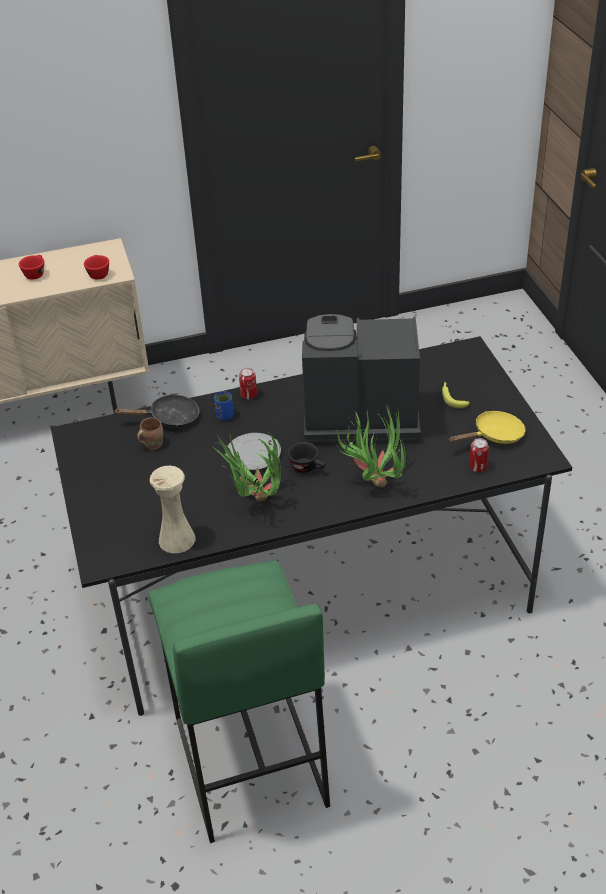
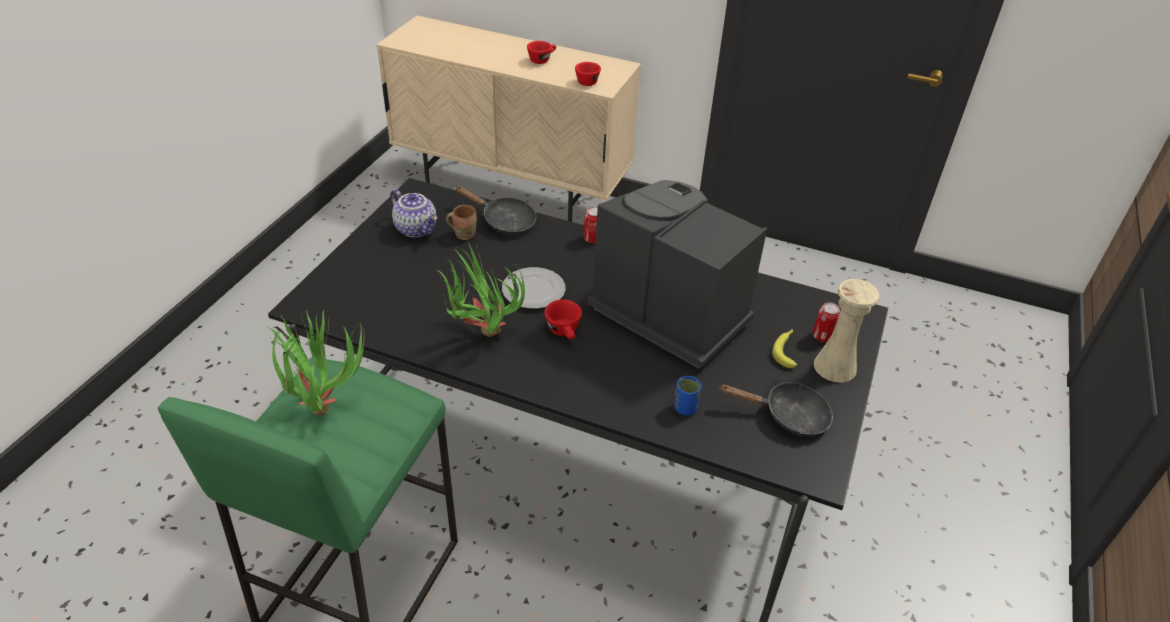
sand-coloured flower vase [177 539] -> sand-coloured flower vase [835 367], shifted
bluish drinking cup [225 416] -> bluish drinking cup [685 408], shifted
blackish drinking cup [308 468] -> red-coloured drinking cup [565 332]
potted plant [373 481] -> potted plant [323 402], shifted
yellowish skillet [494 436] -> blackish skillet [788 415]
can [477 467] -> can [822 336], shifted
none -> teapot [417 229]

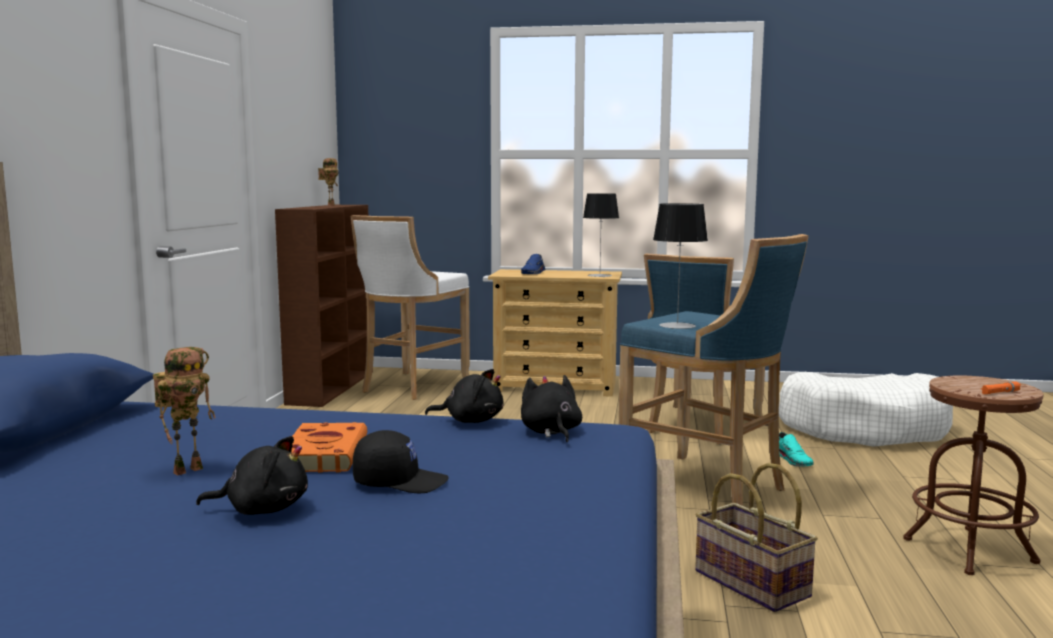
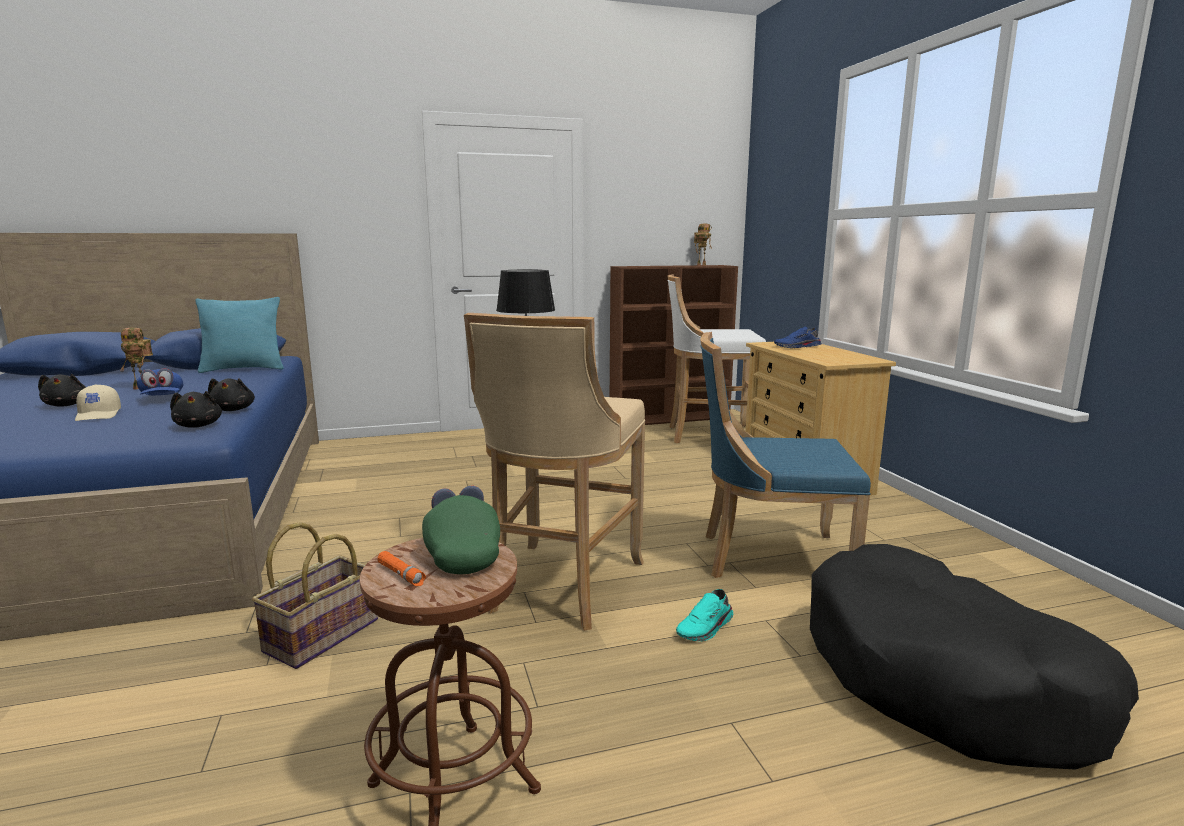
orangey bound book [325 453] -> bluish baseball cap [162 399]
blackish baseball cap [400 482] -> sand-coloured baseball cap [99 415]
blackish cuddly toy [551 432] -> blackish cuddly toy [198 426], 105 degrees clockwise
lamp for a table [599 275] -> none
bluish stool seat [708 487] -> sand-coloured stool seat [561 587]
white-coloured dog cushion [866 429] -> blackish dog cushion [945 679]
none -> blue-green cushion [244 369]
none -> green-coloured baseball cap [462 553]

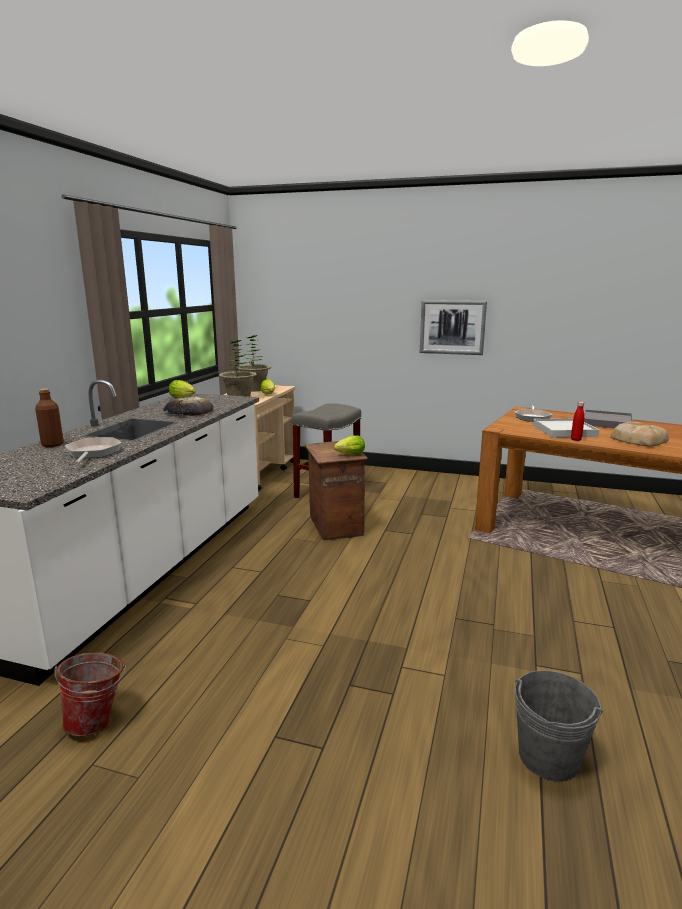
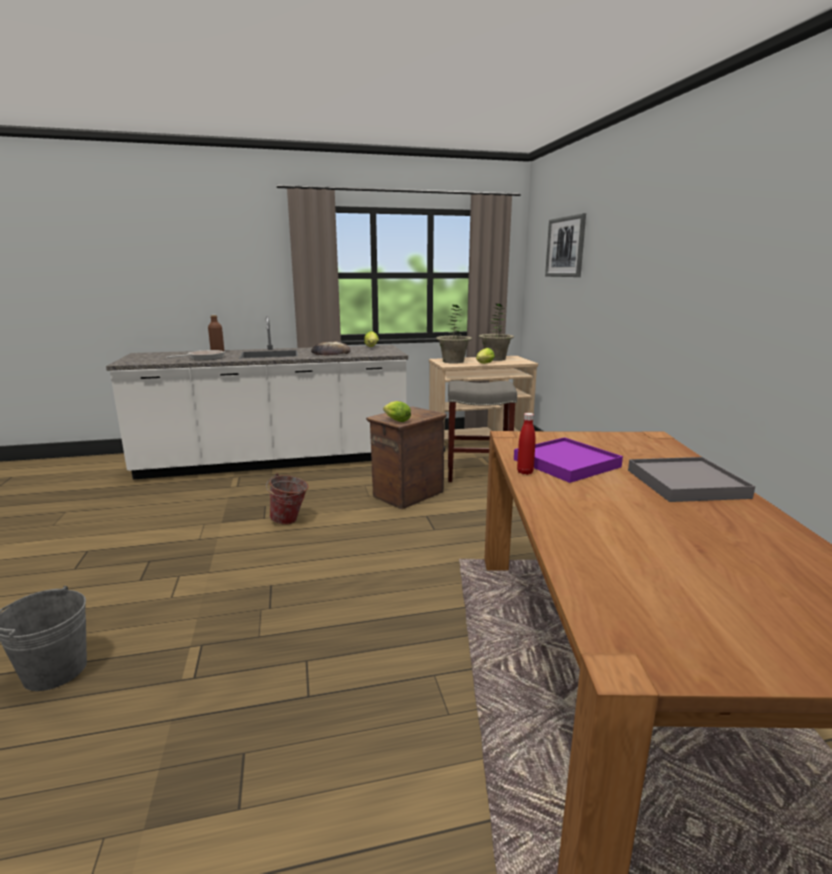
bucket [98 721] -> bucket [290 521], shifted
wall picture [452 327] -> wall picture [565 247], shifted
skillet [532 417] -> none
white-coloured serving tray [564 431] -> purple-coloured serving tray [566 463]
baked bread [637 439] -> none

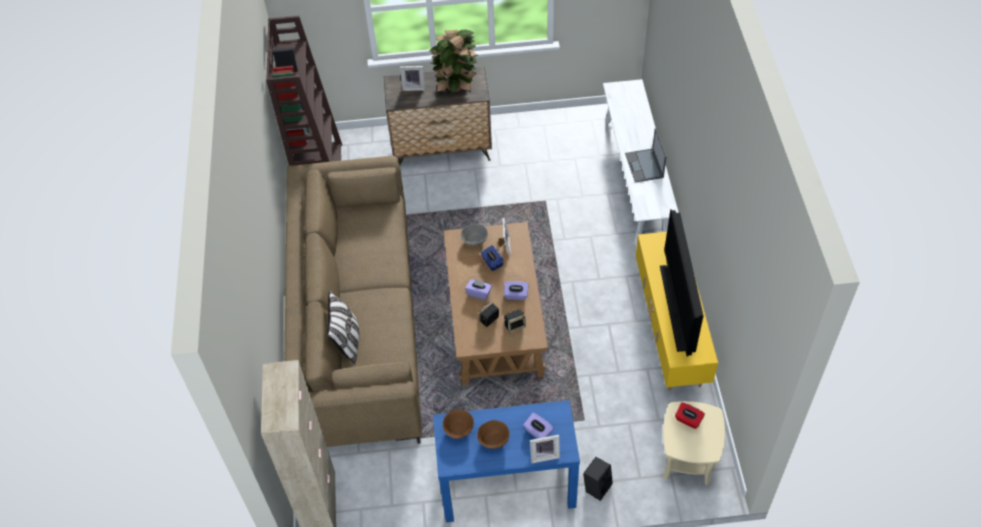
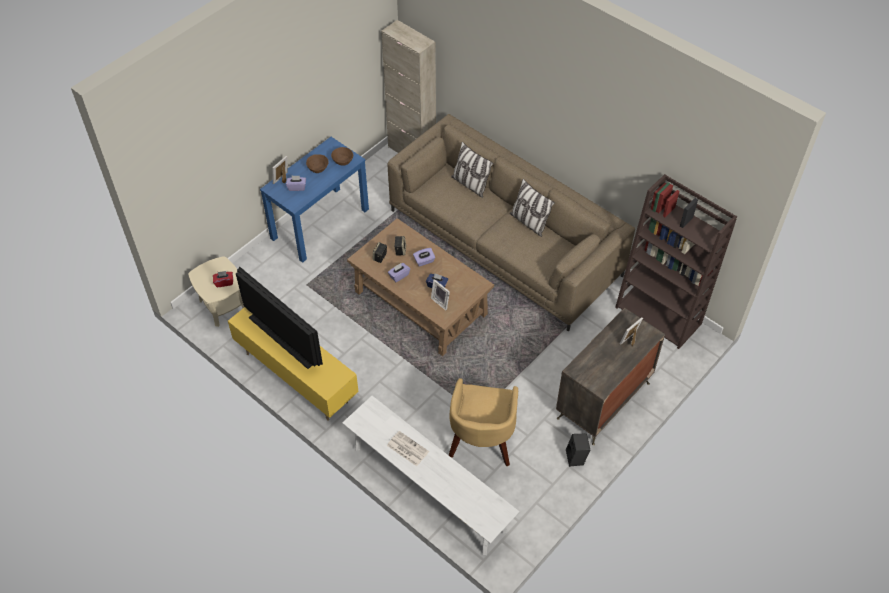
potted plant [456 87] -> none
gray serving bowl [475 240] -> none
blackish loudspeaker [597 486] -> blackish loudspeaker [576 458], shifted
notebook computer [644 166] -> newspaper [407 448]
none -> yellowish armchair [481 441]
none -> cushion [529 222]

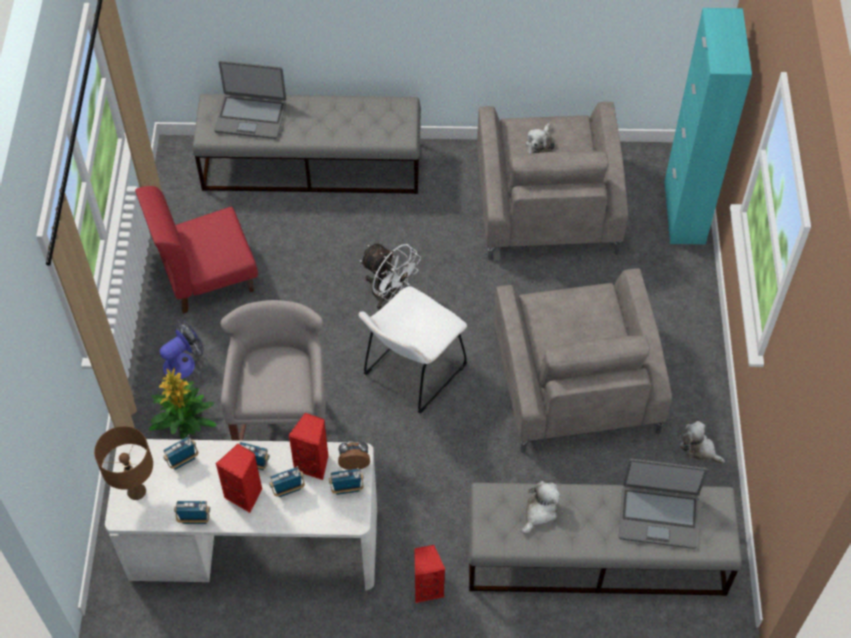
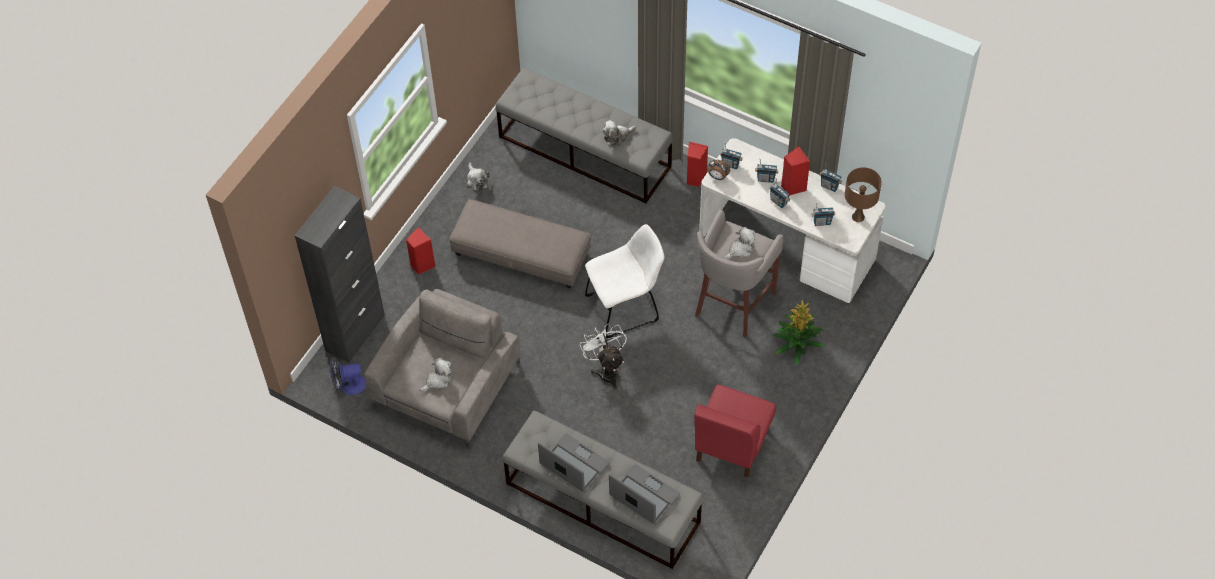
red-coloured chair [207 277] -> red-coloured chair [731 444], 105 degrees clockwise
fan [184 362] -> fan [348 385], shifted
red-coloured loudspeaker [314 464] -> red-coloured loudspeaker [422 265], shifted
gray armchair [575 380] -> gray pouffe [521 253]
notebook computer [658 516] -> notebook computer [574 465], shifted
blue-green storage cabinet [684 212] -> blackish storage cabinet [355 332]
none -> cuddly toy [740 249]

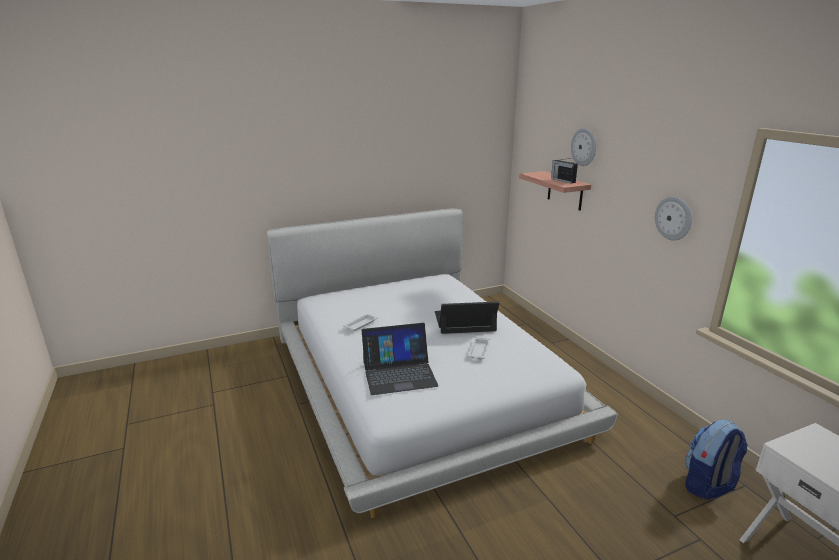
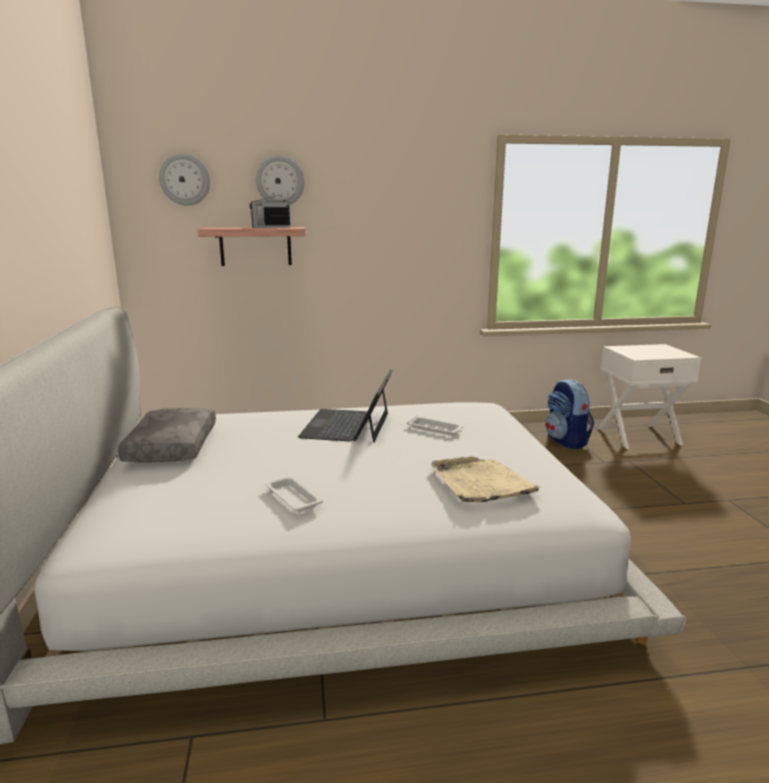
notebook computer [399 373] -> sand-coloured serving tray [481 483]
wall clock [673 218] -> wall clock [185 179], shifted
none -> gray cushion [170 446]

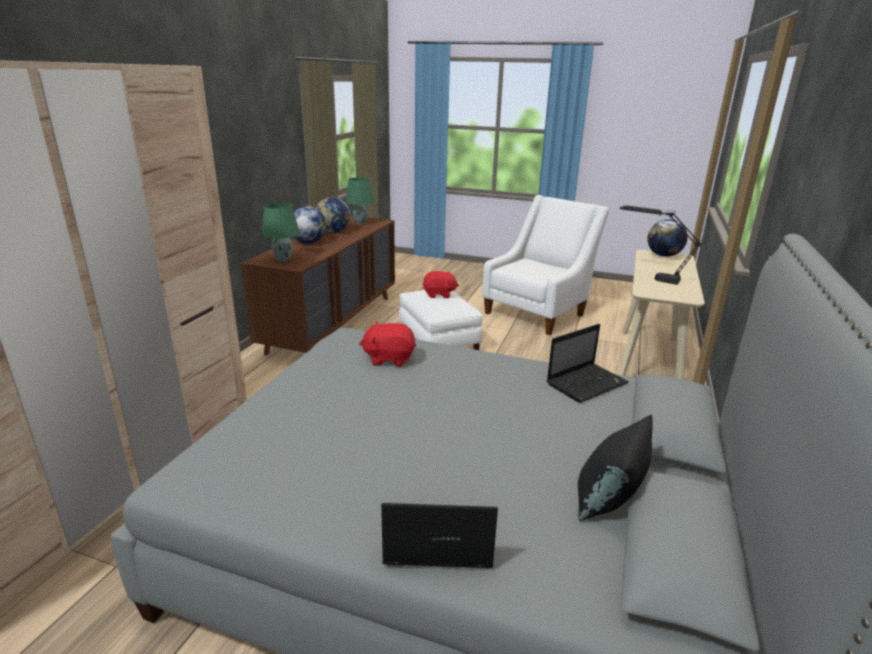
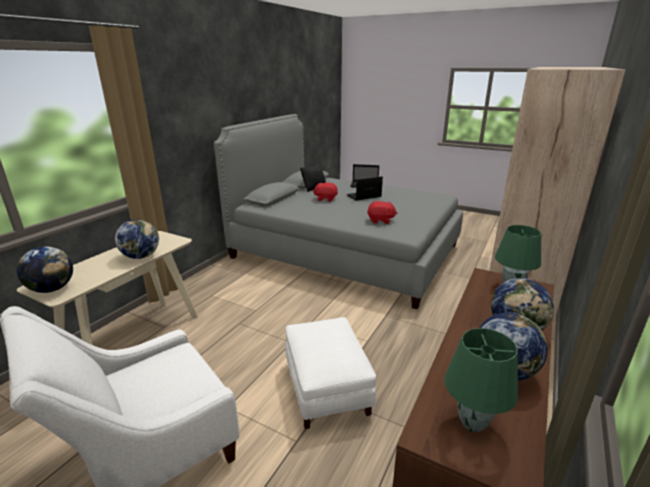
red-coloured cuddly toy [439 295] -> red-coloured cuddly toy [326 199], shifted
notebook computer [587 383] -> notebook computer [363 196], shifted
blackish lamp for a table [650 277] -> world globe [141 256]

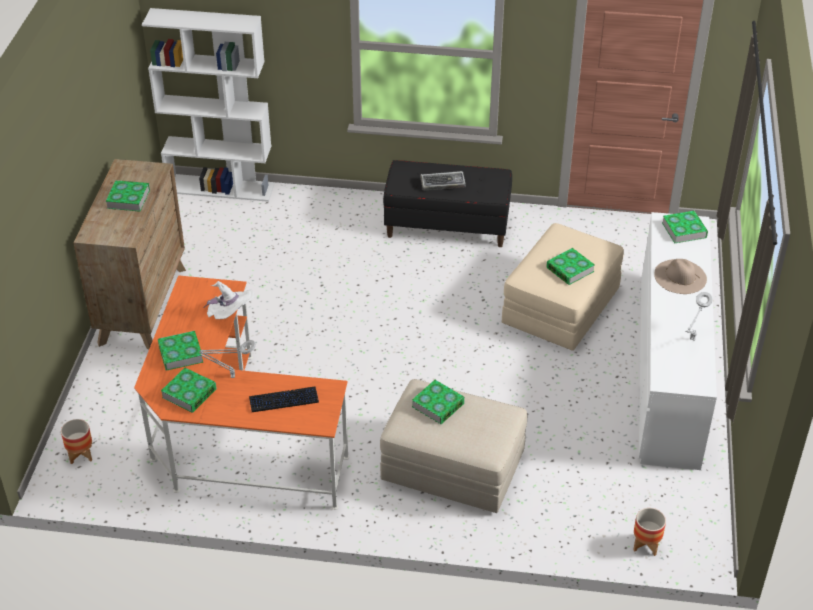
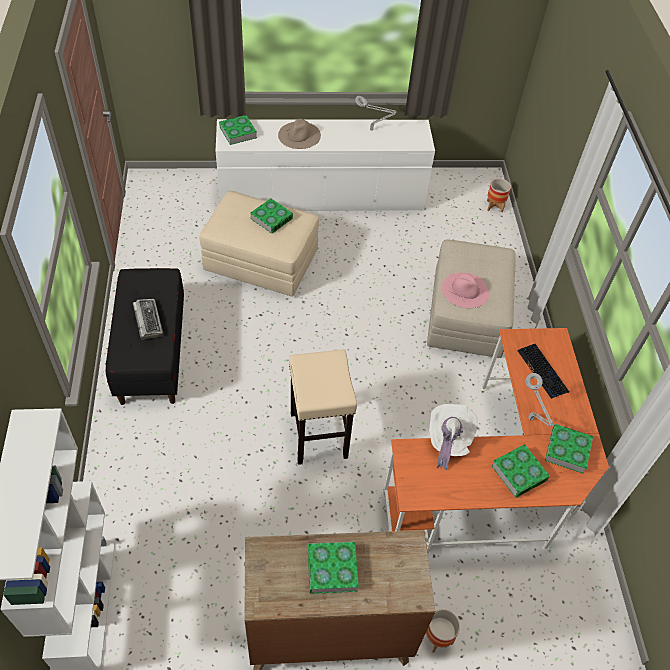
flower pot [81 454] -> flower pot [437 637], shifted
bound book [438 405] -> pink-coloured hat [465 290]
none -> sand-coloured stool seat [318 434]

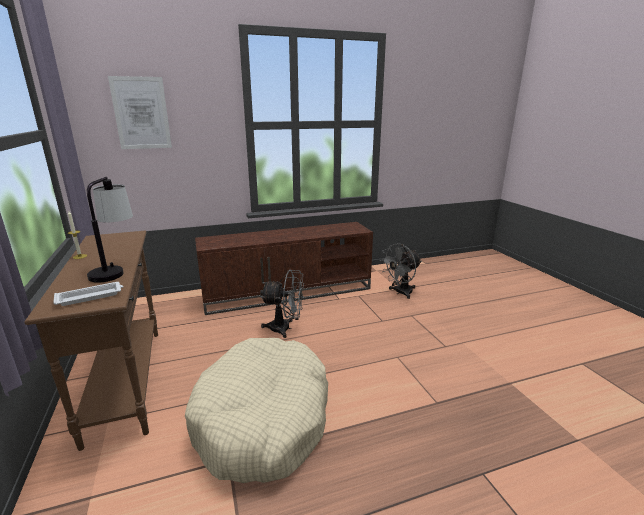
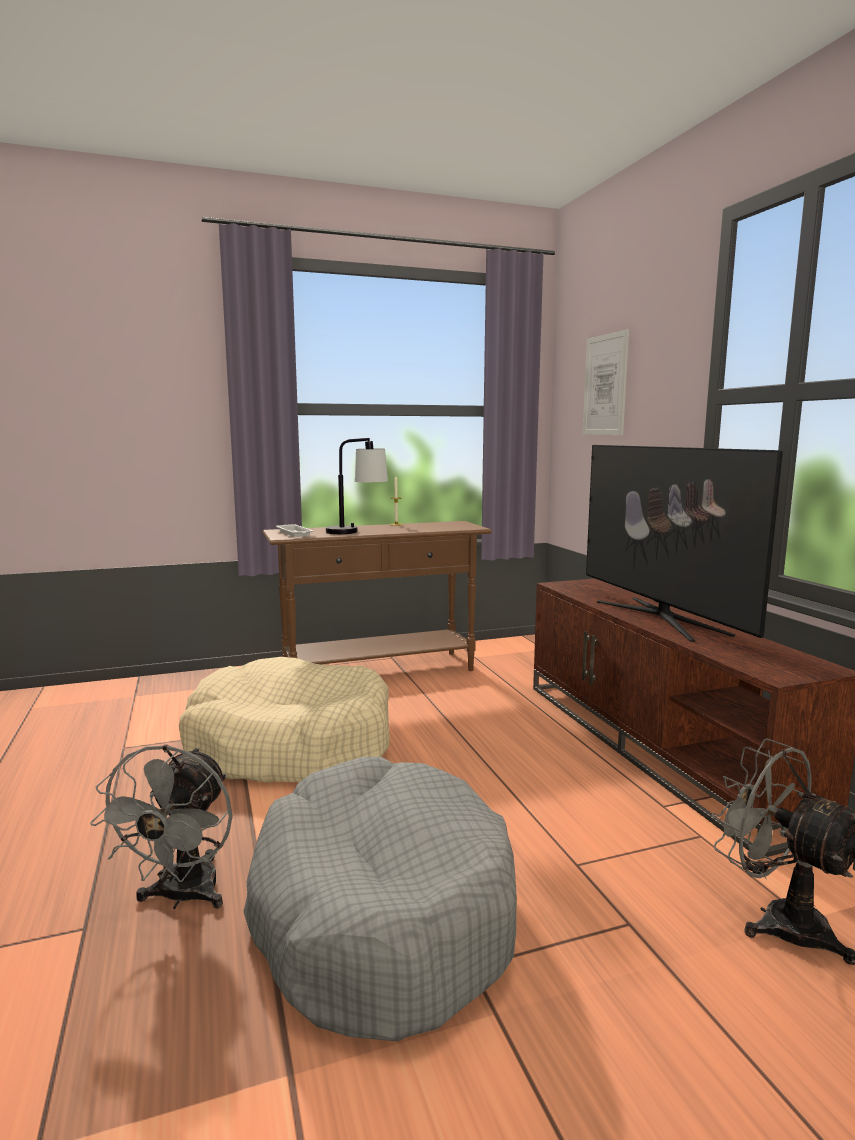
gray fan [285 328] -> gray fan [182 897], shifted
none -> gray dog cushion [380 912]
none -> TV [660 617]

